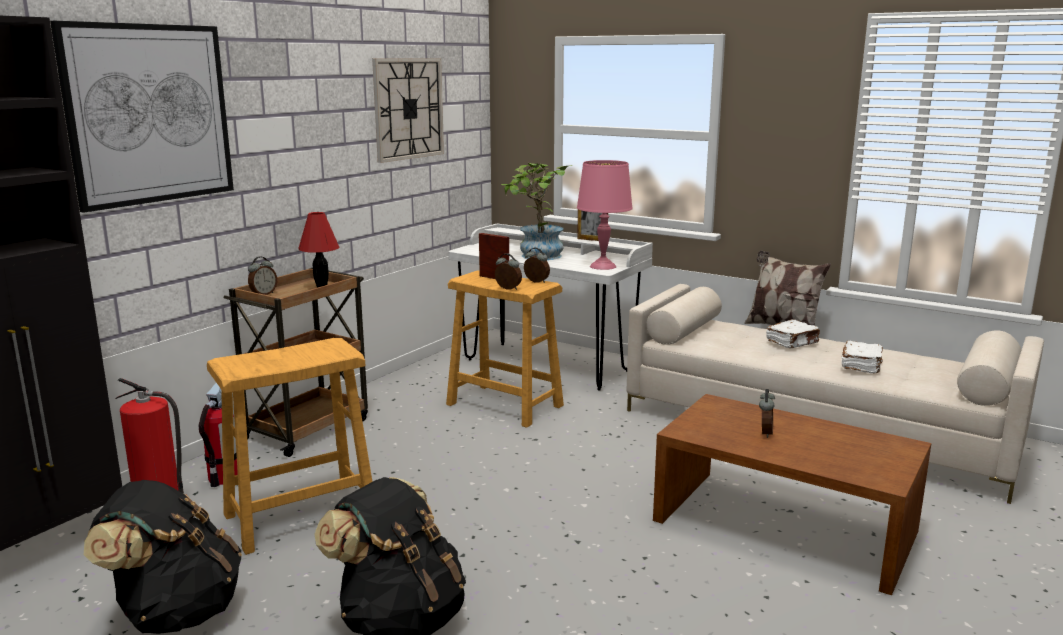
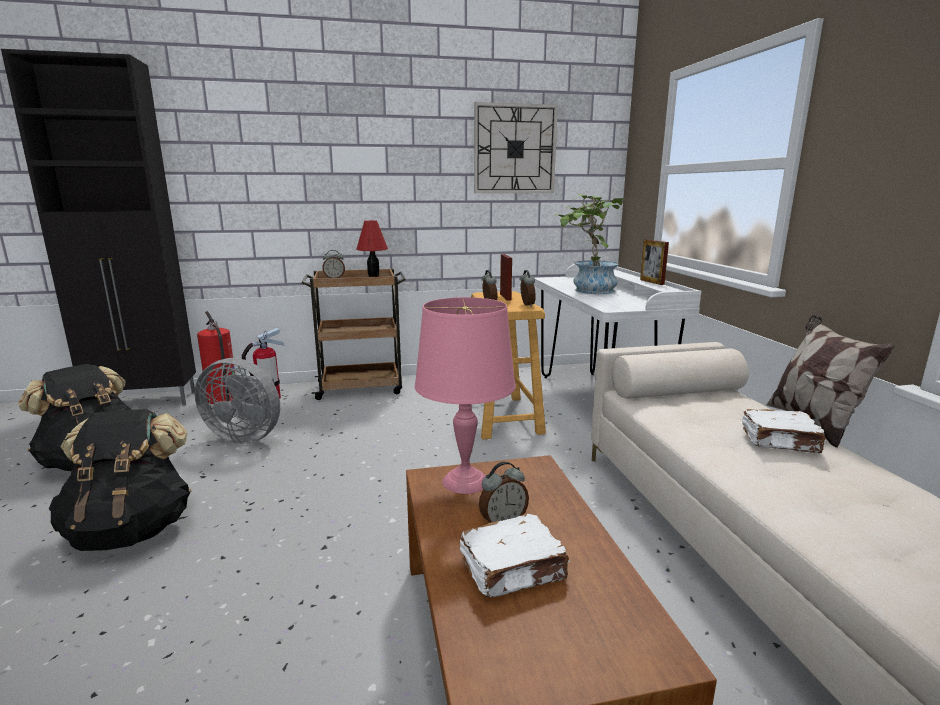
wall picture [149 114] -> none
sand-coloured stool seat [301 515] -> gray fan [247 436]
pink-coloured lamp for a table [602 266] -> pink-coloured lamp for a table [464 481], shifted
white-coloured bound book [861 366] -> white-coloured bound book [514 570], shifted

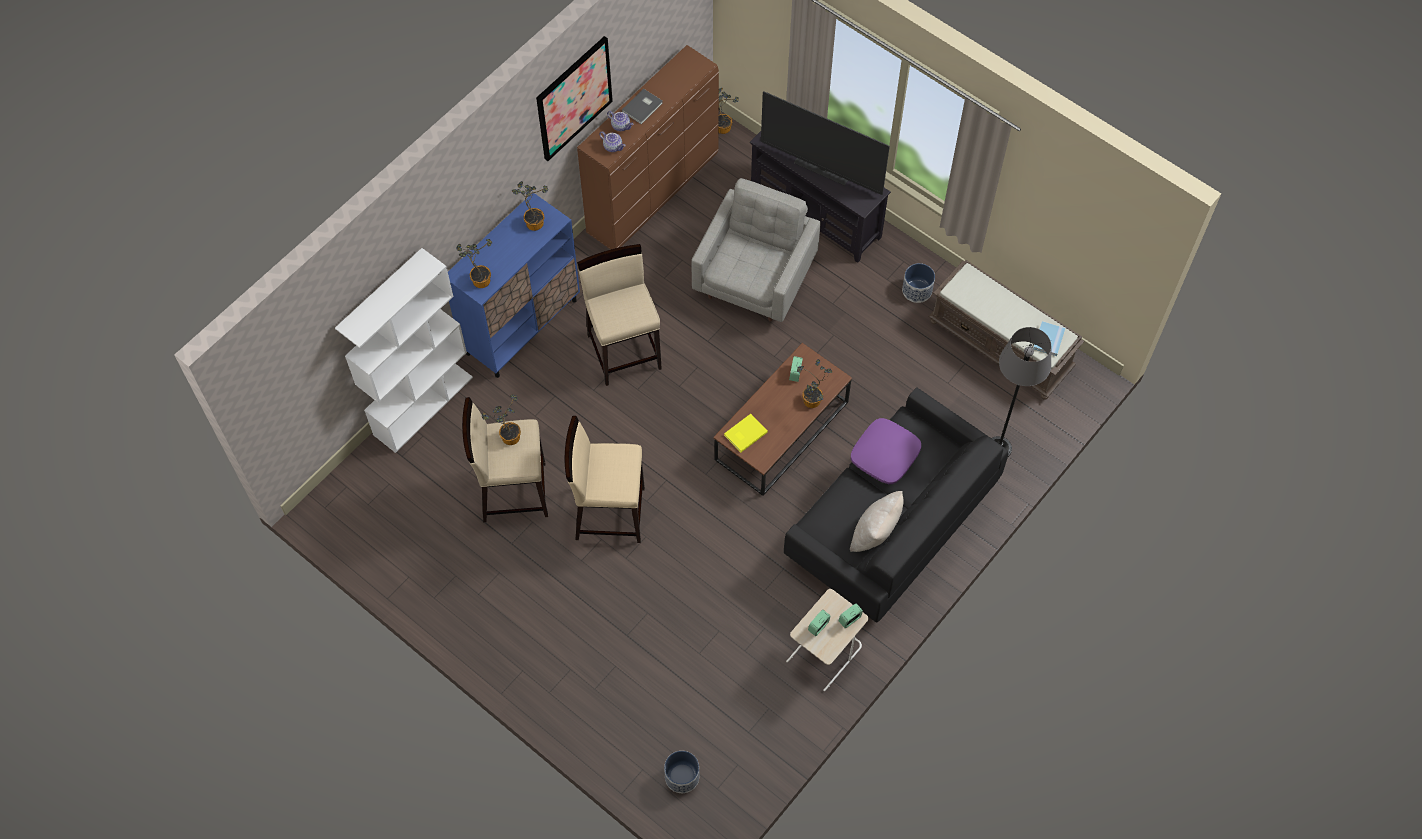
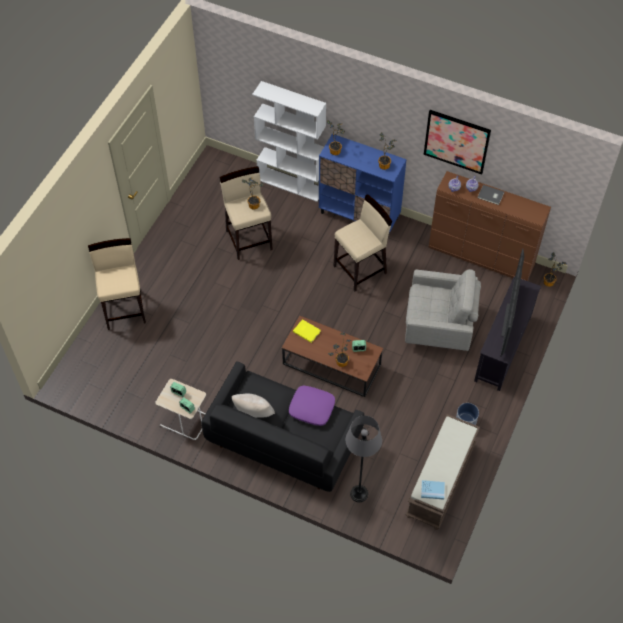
sand-coloured stool seat [609 513] -> sand-coloured stool seat [125 309], shifted
flower pot [682 776] -> none

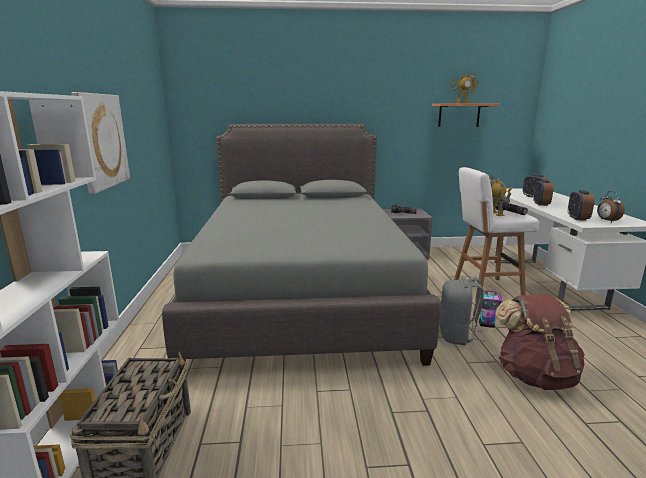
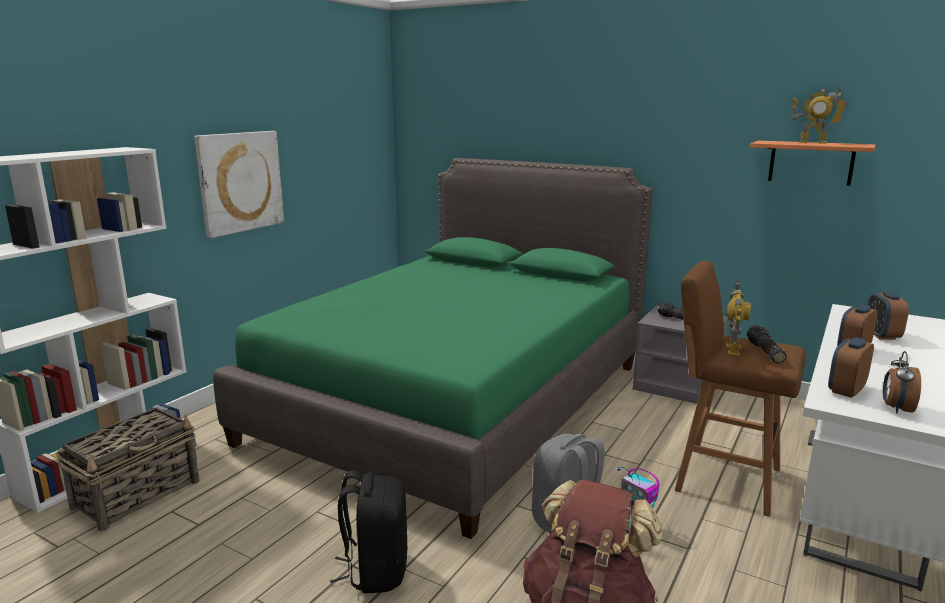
gray bed [301 293] -> green-coloured bed [456 401]
white-coloured stool seat [485 290] -> brown-coloured stool seat [723 478]
none -> blackish rucksack [376 570]

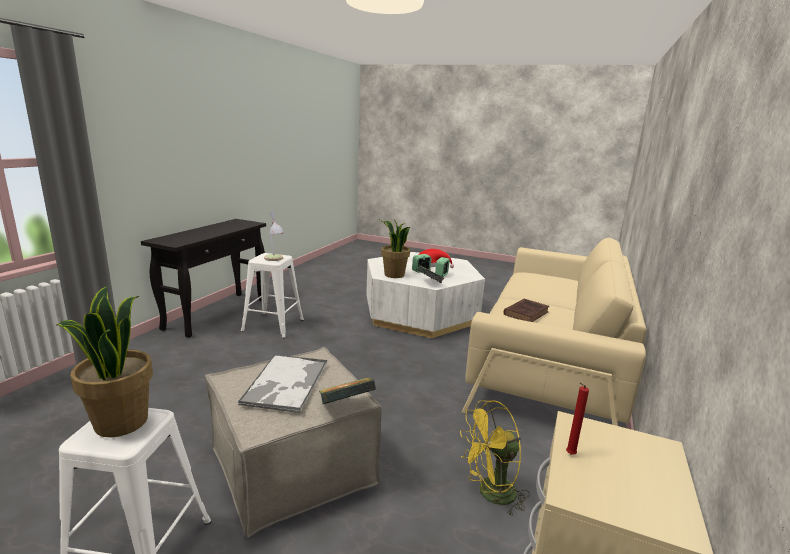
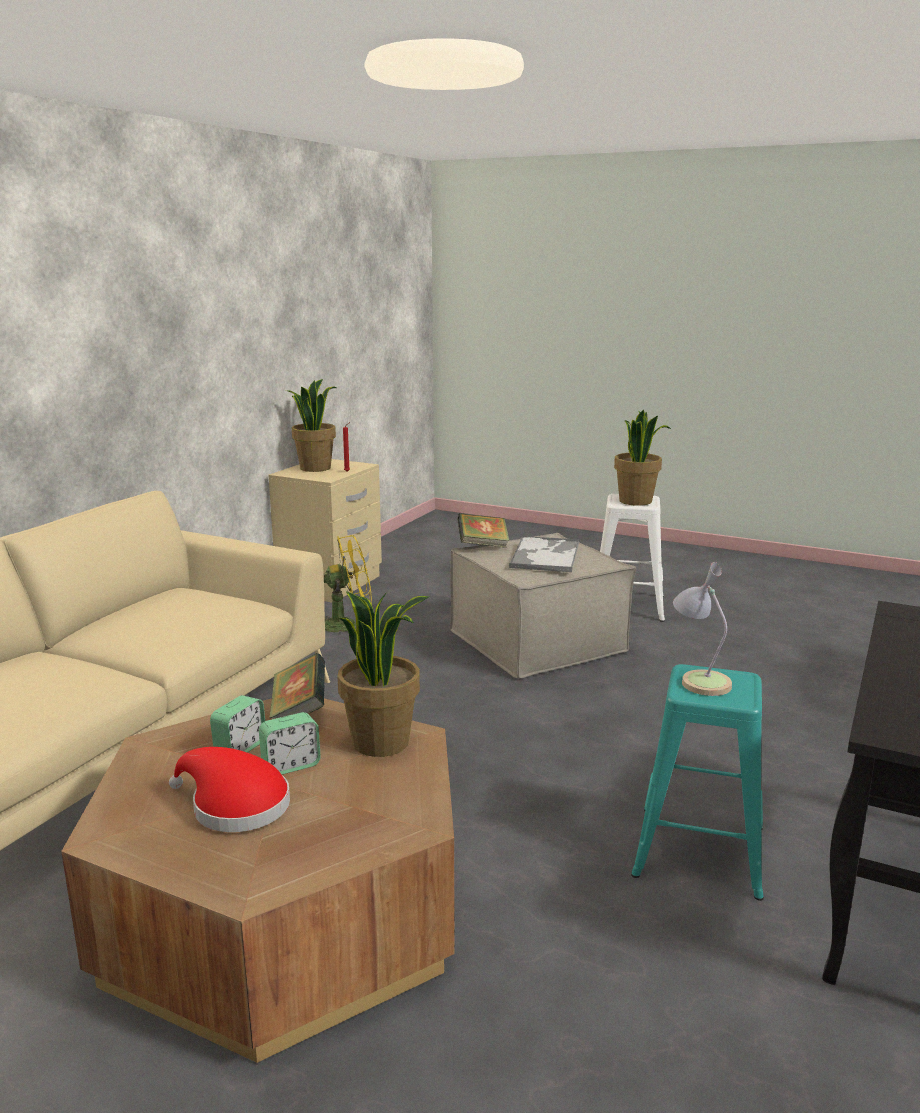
white-coloured stool seat [273 325] -> blue-green stool seat [700 852]
white-coloured coffee table [420 313] -> brown-coloured coffee table [284 914]
brown-coloured bound book [526 313] -> none
none -> potted plant [315 468]

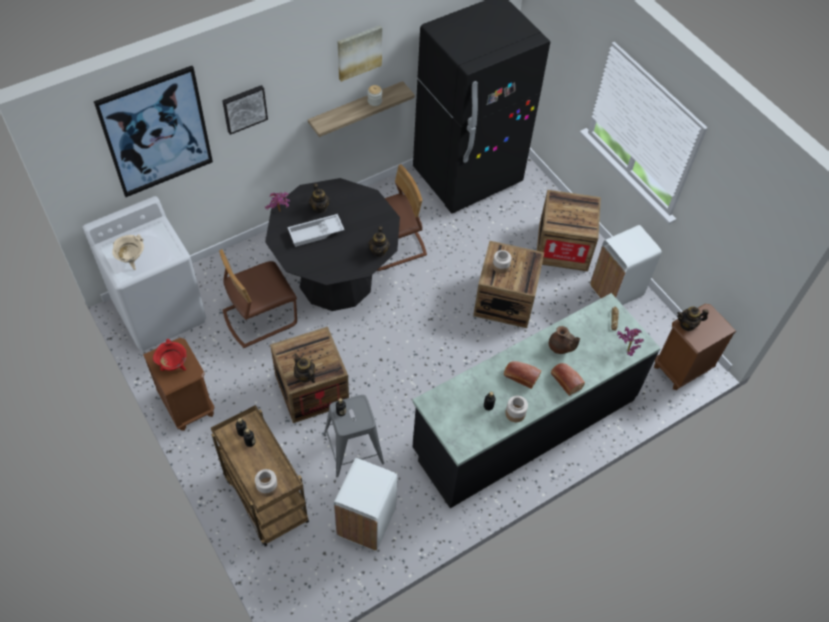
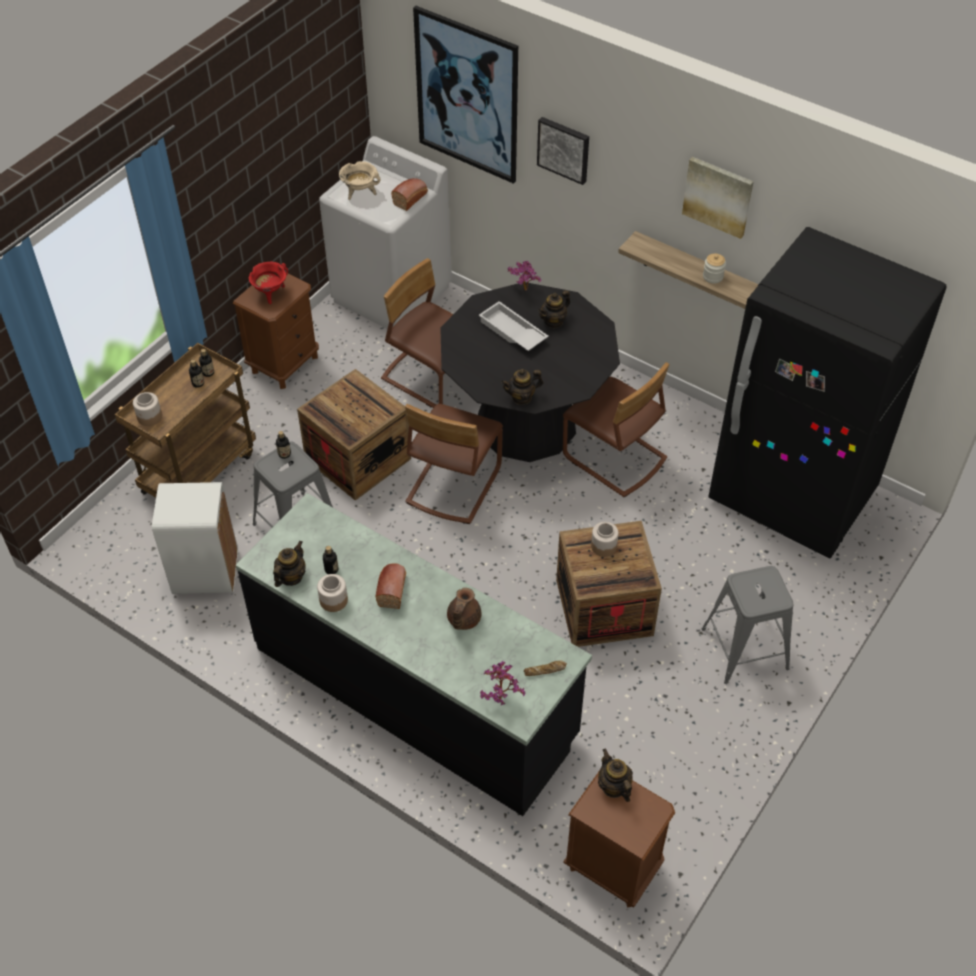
teapot [305 376] -> teapot [291 577], shifted
shipping crate [563 247] -> gray stool seat [744 648]
baked bread [565 380] -> baked bread [411 198], shifted
white-coloured rubbish bin [616 291] -> none
none -> brown-coloured chair [453 484]

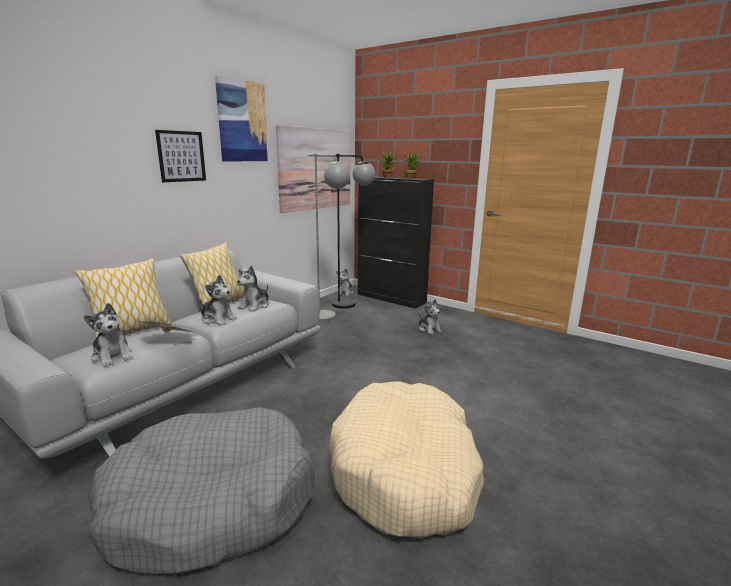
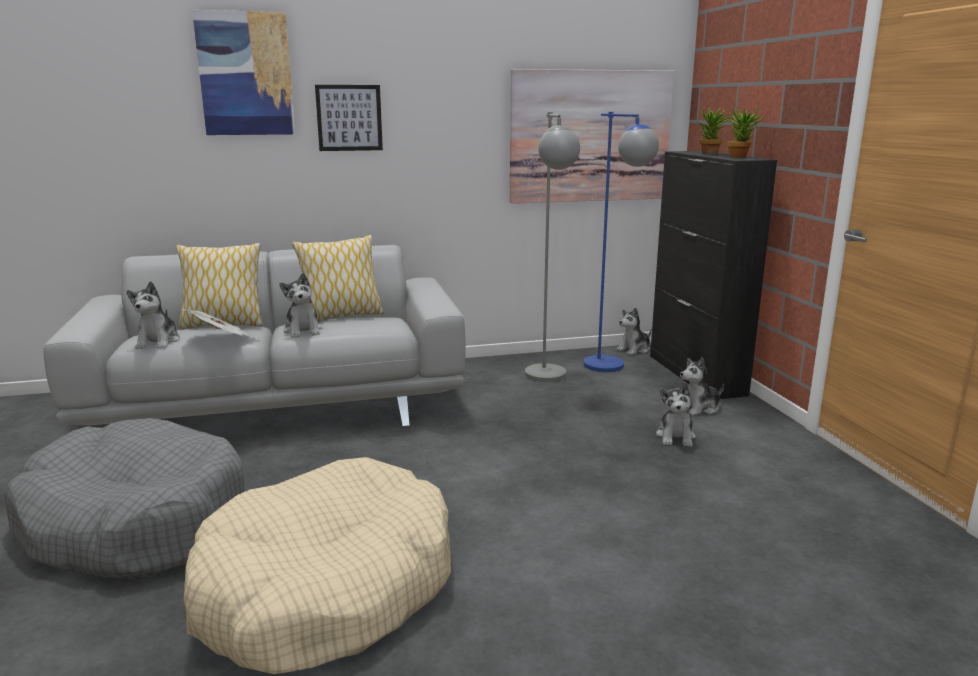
wall picture [242 121] -> wall picture [245 74], shifted
cuddly toy [255 306] -> cuddly toy [699 408], shifted
blackish floor lamp [351 305] -> bluish floor lamp [612 370]

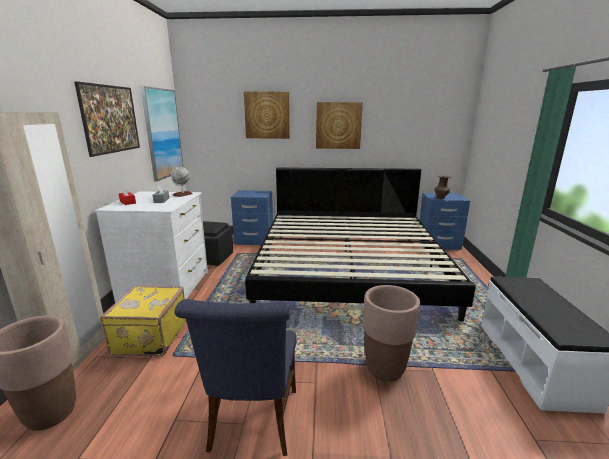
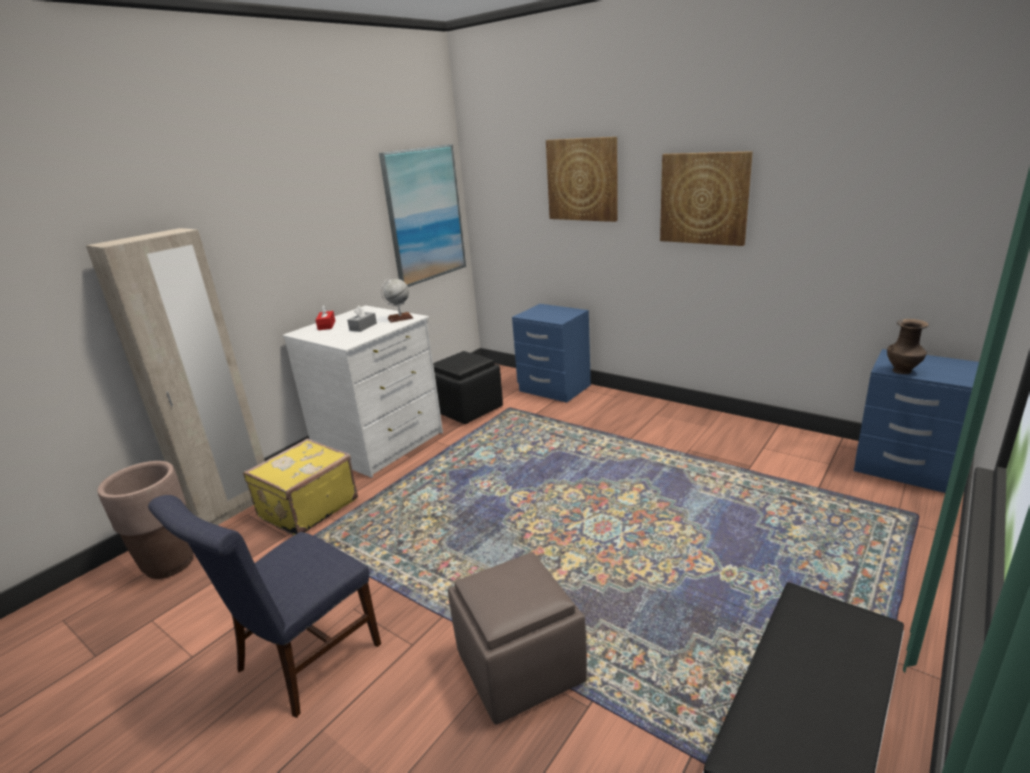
wall picture [113 135] -> none
bed [348 268] -> none
brown-coloured flower pot [385 369] -> brown-coloured pouffe [519 668]

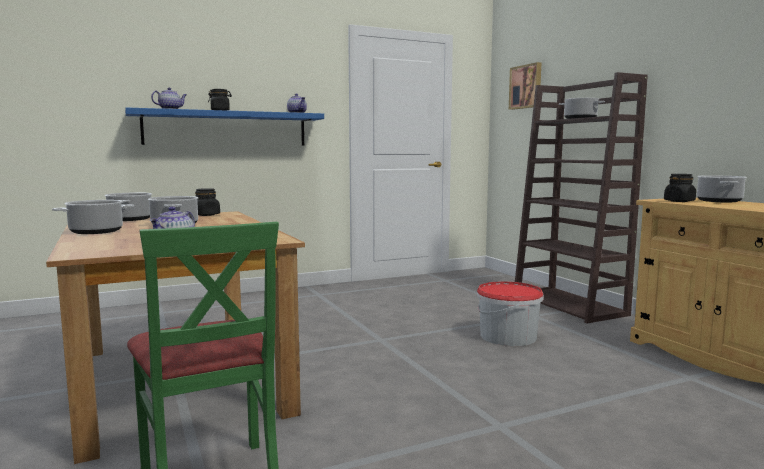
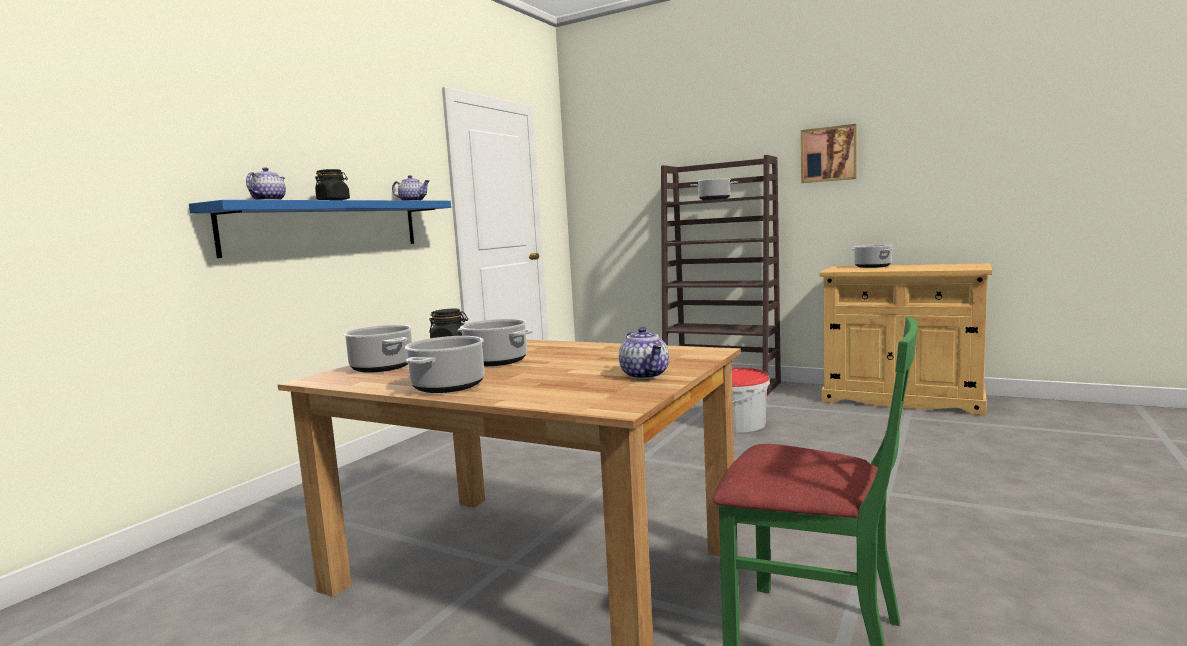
wall picture [526 87] -> wall picture [829 154], shifted
blackish preserve jar [679 201] -> none

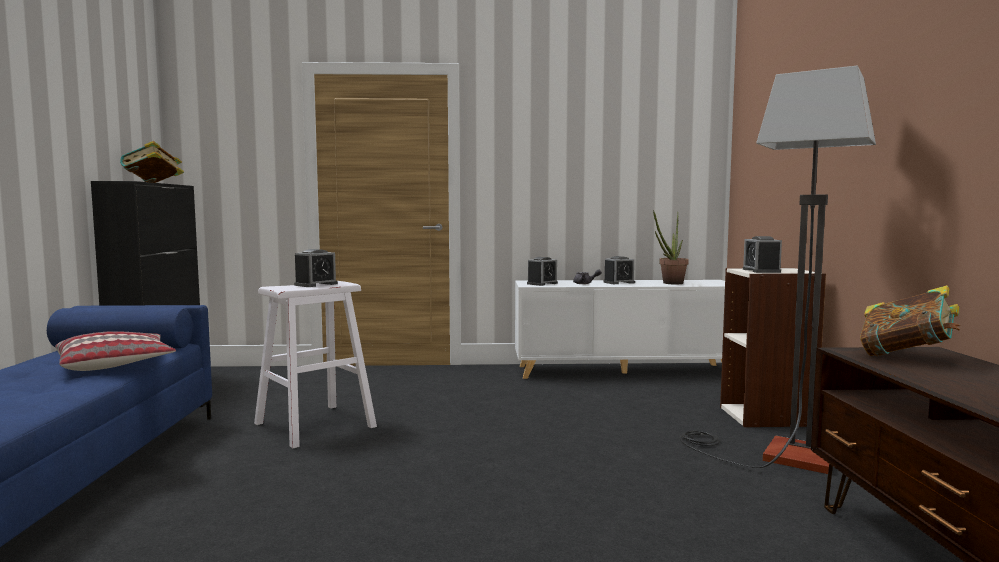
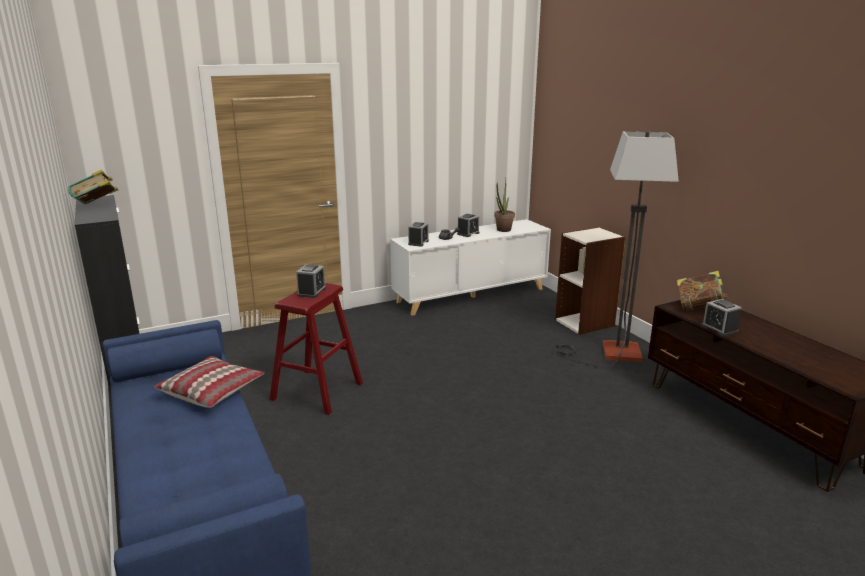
white-coloured stool seat [315 425] -> red-coloured stool seat [317 391]
bedside clock [761 271] -> bedside clock [719 329], shifted

